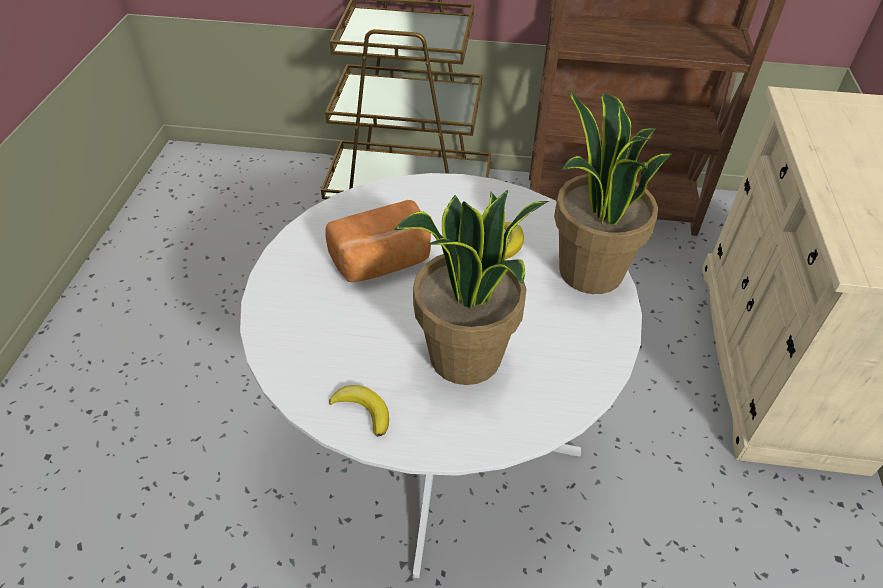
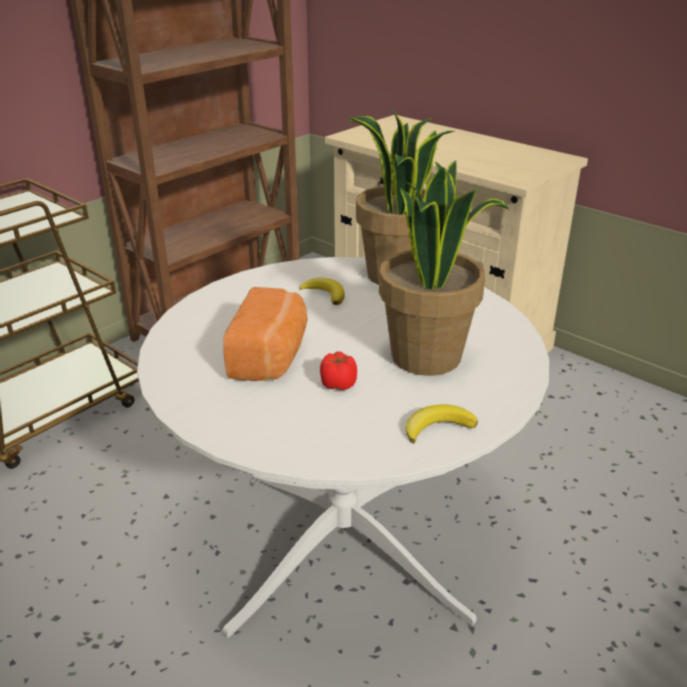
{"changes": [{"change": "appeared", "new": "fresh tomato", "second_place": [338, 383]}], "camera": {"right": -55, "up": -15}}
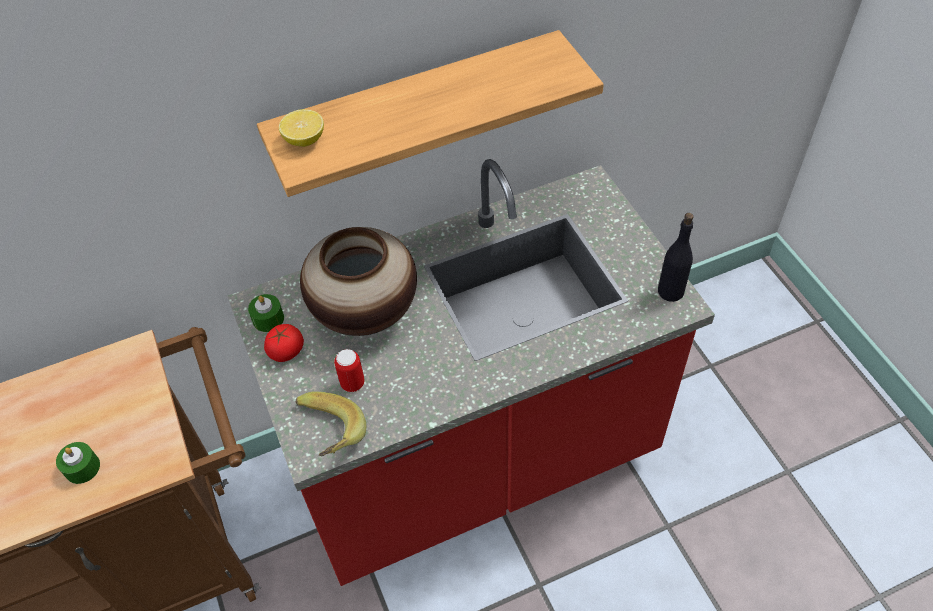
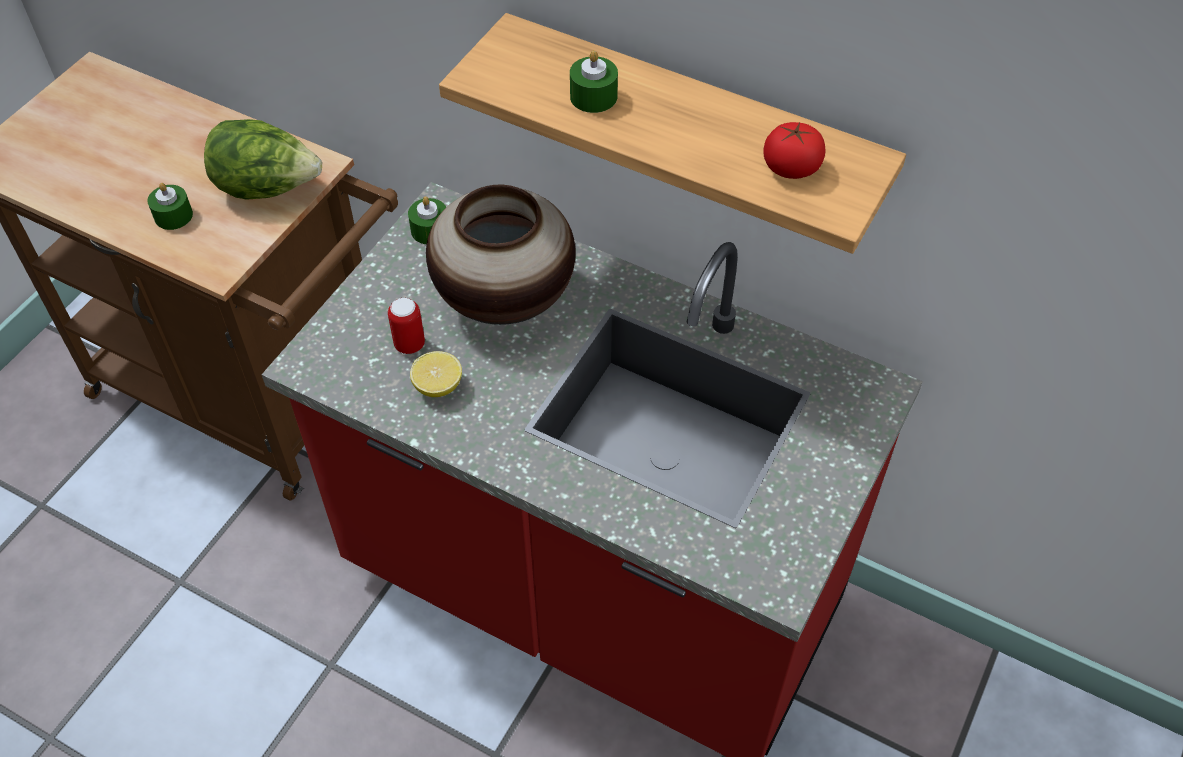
{"changes": [{"change": "relocated", "old": "lemon", "first_place": [305, 140], "second_place": [438, 386]}, {"change": "missing", "old": "bottle (blackish)", "first_place": [671, 291]}, {"change": "relocated", "old": "fresh tomato", "first_place": [286, 351], "second_place": [791, 168]}, {"change": "missing", "old": "whole banana", "first_place": [327, 436]}, {"change": "appeared", "new": "candle (greenish)", "second_place": [593, 96]}, {"change": "appeared", "new": "lettuce", "second_place": [267, 188]}], "camera": {"right": 50, "up": 0}}
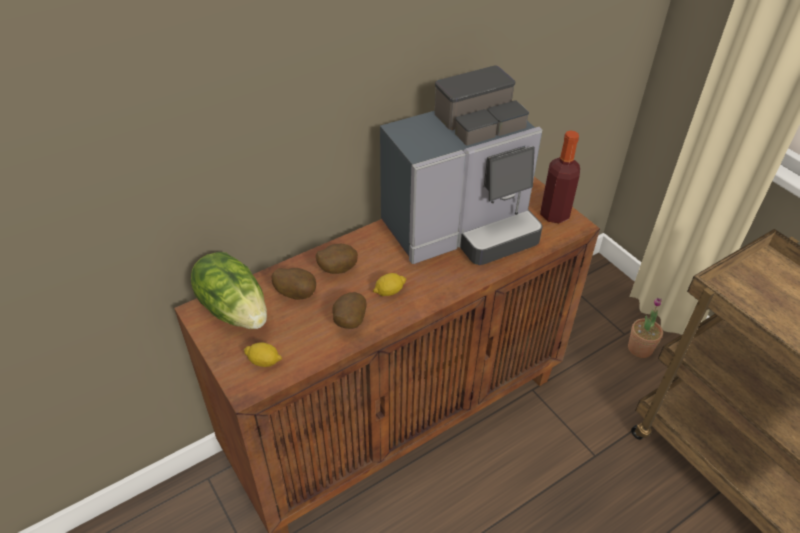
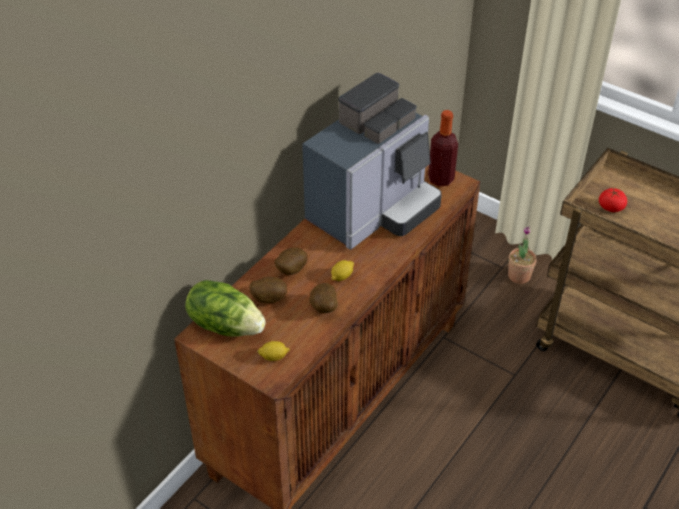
{"changes": [{"change": "appeared", "new": "fresh tomato", "second_place": [611, 207]}], "camera": {"right": -20, "up": 0}}
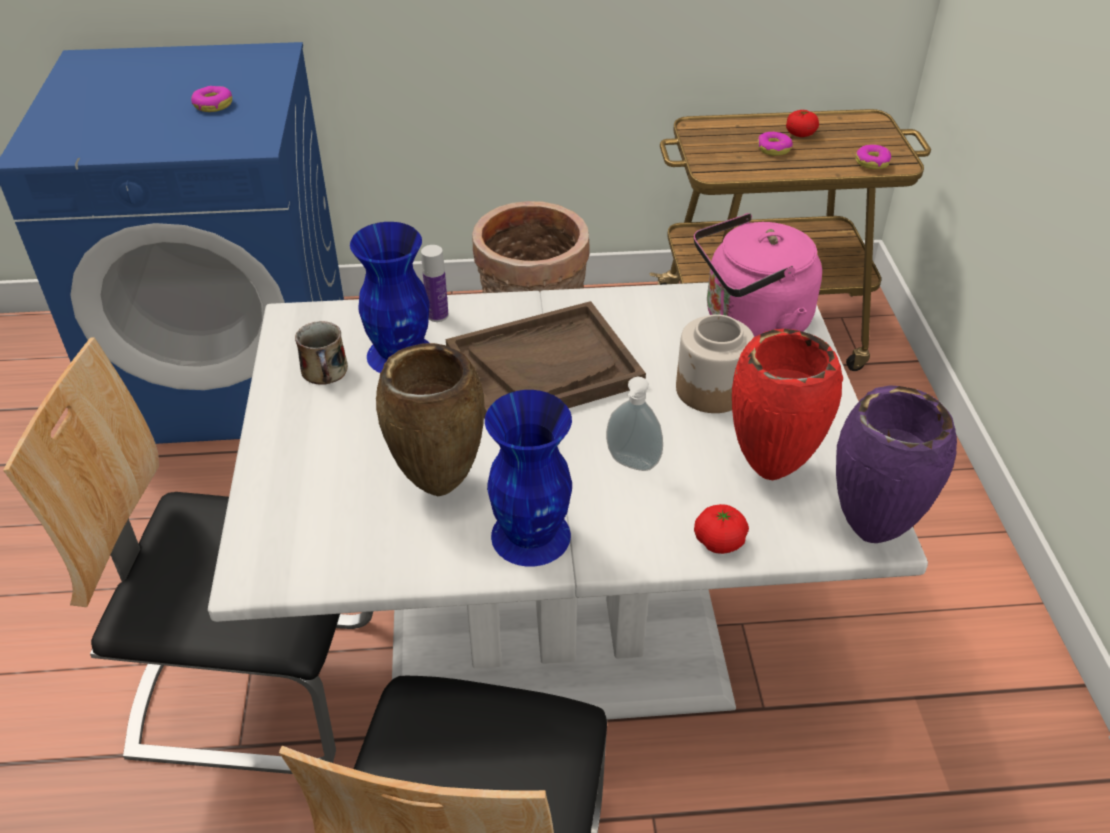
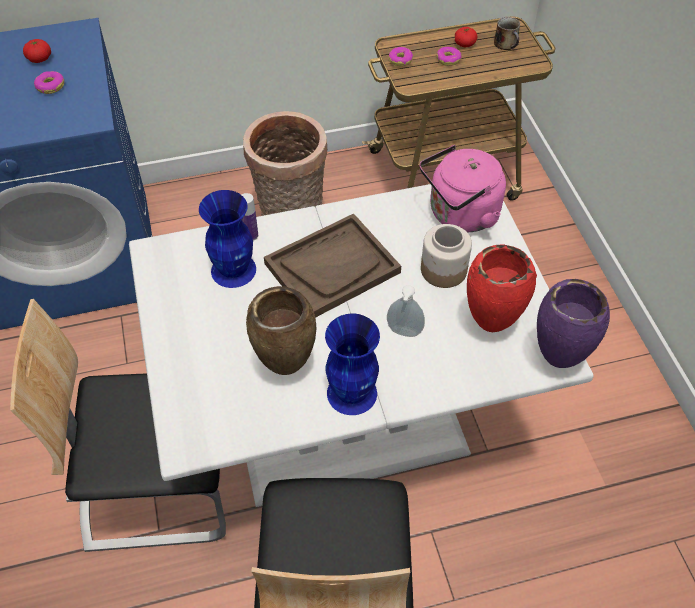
{"changes": [{"change": "relocated", "old": "donut", "first_place": [872, 162], "second_place": [400, 60]}, {"change": "relocated", "old": "coffee mug", "first_place": [325, 372], "second_place": [506, 44]}, {"change": "relocated", "old": "fresh tomato", "first_place": [719, 541], "second_place": [39, 59]}], "camera": {"right": -10, "up": 10}}
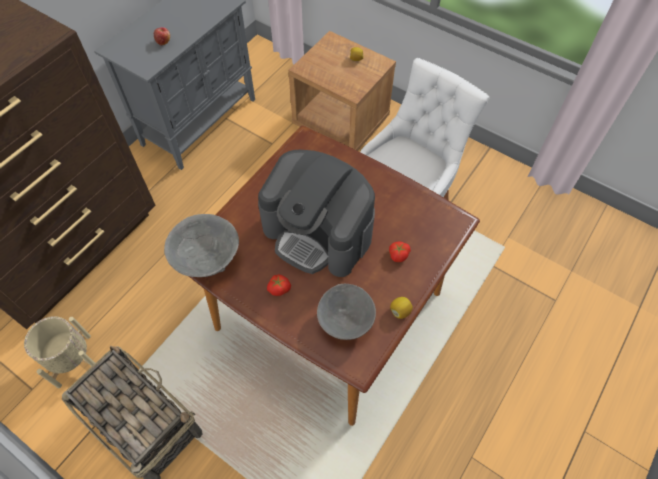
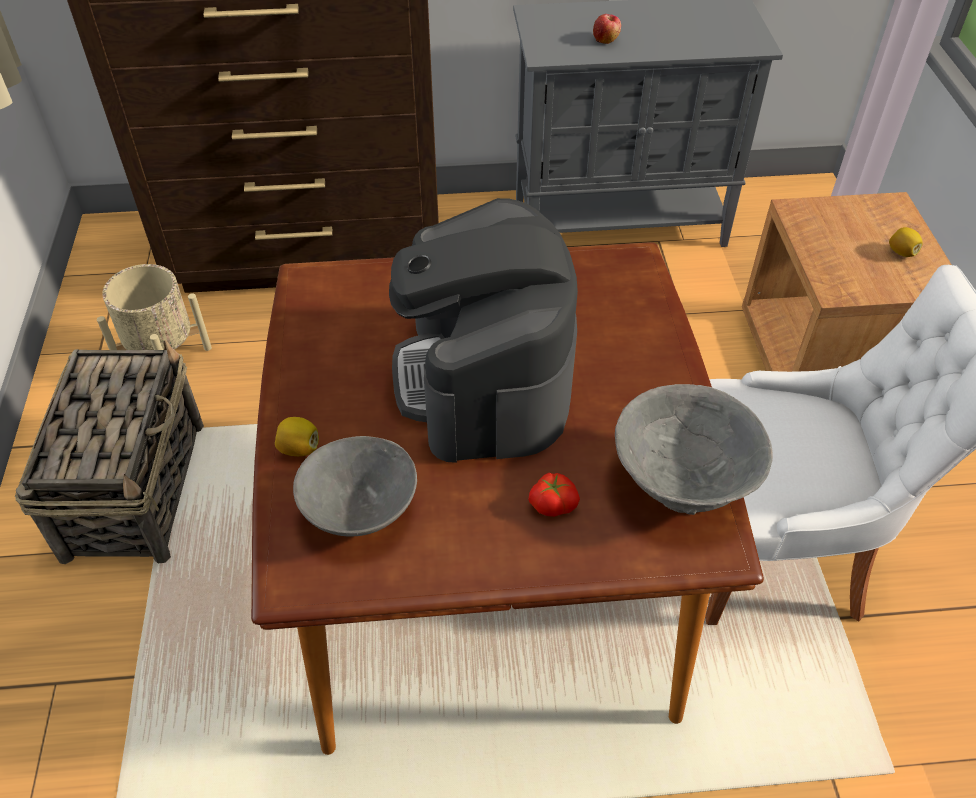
{"changes": [{"change": "relocated", "old": "deep dish (gray)", "first_place": [207, 260], "second_place": [682, 483]}, {"change": "missing", "old": "fresh tomato", "first_place": [279, 288]}, {"change": "relocated", "old": "lemon", "first_place": [400, 311], "second_place": [299, 448]}], "camera": {"right": 50, "up": -10}}
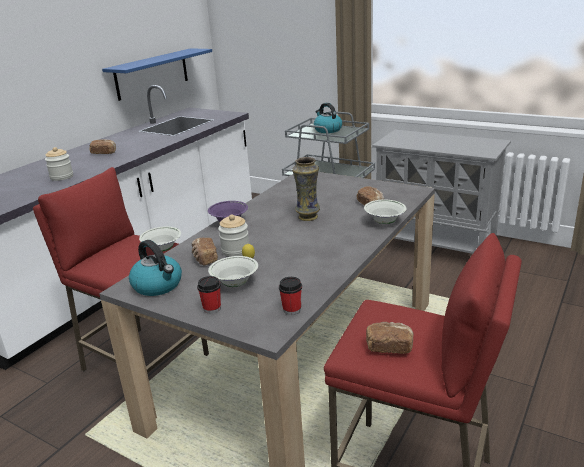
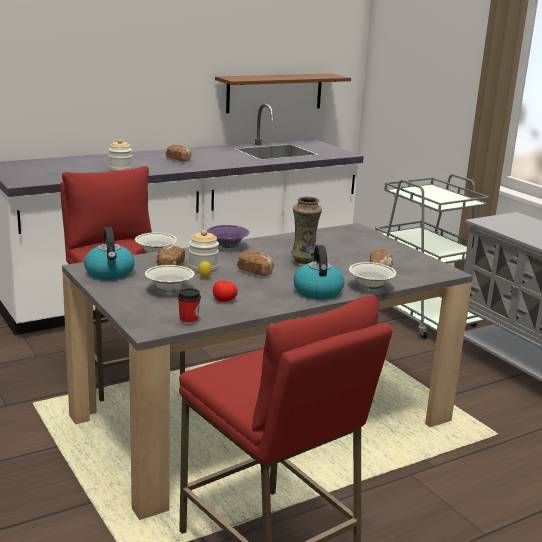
{"changes": [{"change": "colour", "old": "wall shelf (blue-coloured)", "new": "wall shelf (brownish)", "first_place": [152, 74], "second_place": [275, 92]}, {"change": "relocated", "old": "water kettle", "first_place": [327, 130], "second_place": [317, 291]}, {"change": "missing", "old": "drinking cup", "first_place": [212, 308]}, {"change": "relocated", "old": "bakery bread", "first_place": [389, 347], "second_place": [255, 272]}, {"change": "appeared", "new": "fresh tomato", "second_place": [224, 300]}], "camera": {"right": 25, "up": -5}}
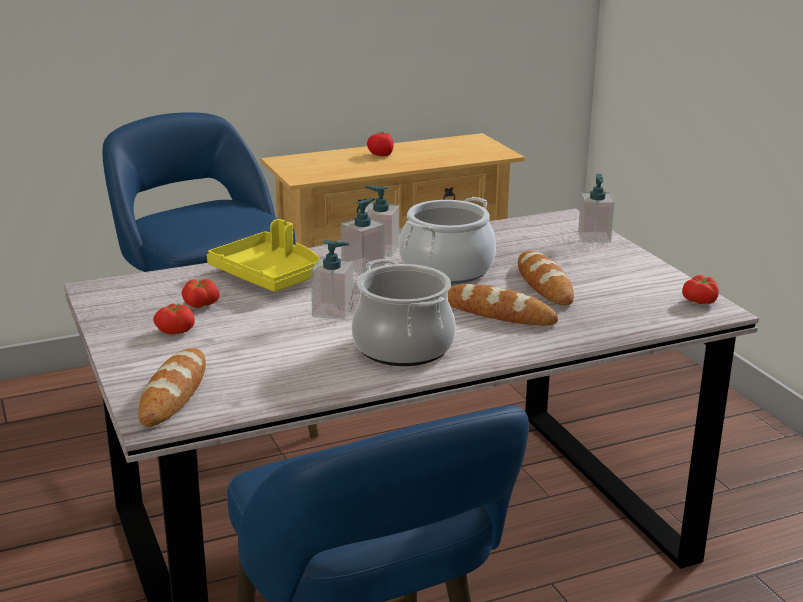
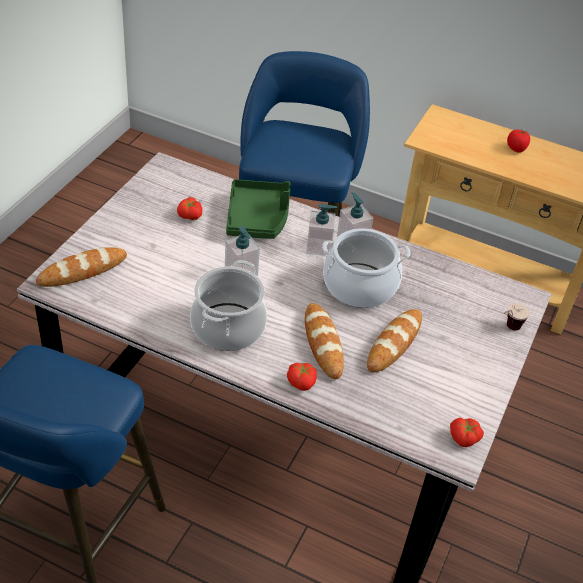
{"changes": [{"change": "exchanged", "old": "soap dispenser", "new": "drinking cup", "first_place": [594, 237], "second_place": [508, 329]}, {"change": "colour", "old": "carrying tray (yellow)", "new": "carrying tray (greenish)", "first_place": [270, 275], "second_place": [258, 218]}, {"change": "relocated", "old": "fresh tomato", "first_place": [176, 330], "second_place": [302, 382]}], "camera": {"right": 45, "up": 20}}
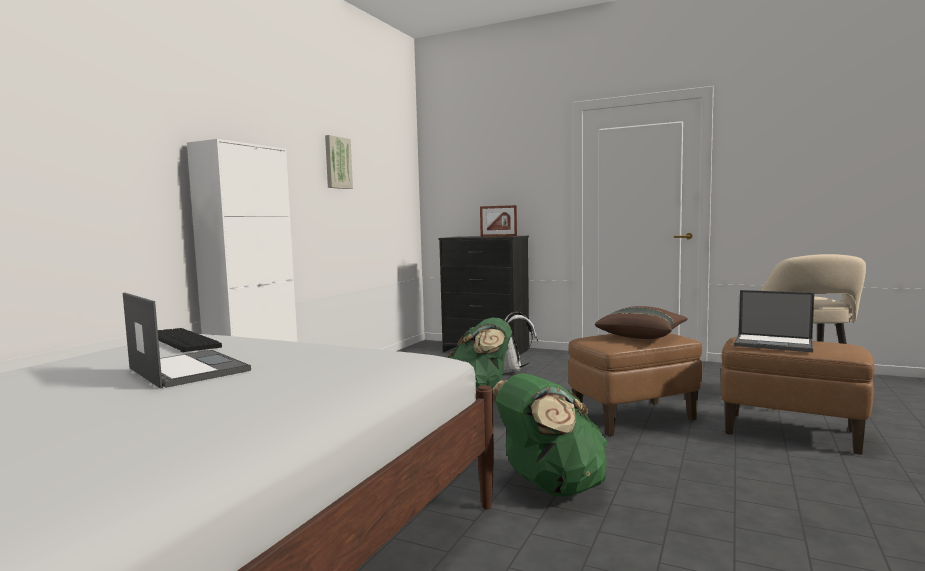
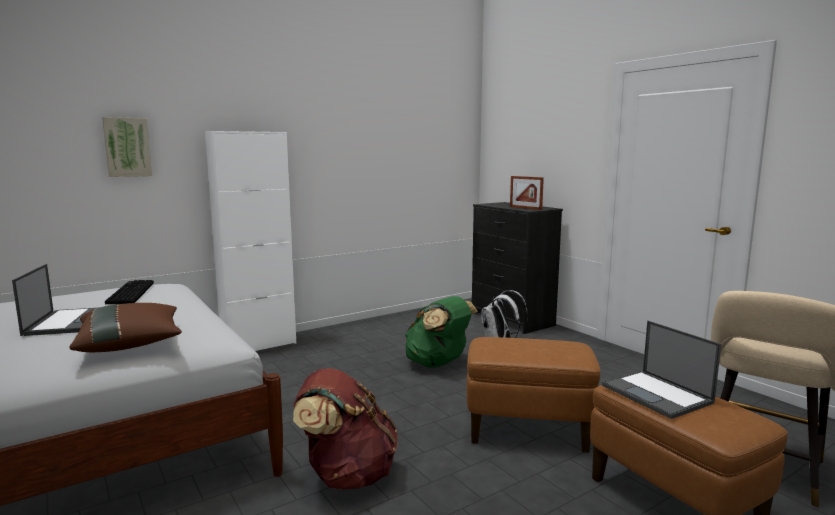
{"changes": [{"change": "relocated", "old": "wall picture", "first_place": [337, 163], "second_place": [127, 147]}, {"change": "relocated", "old": "throw pillow (brownish)", "first_place": [642, 336], "second_place": [131, 344]}, {"change": "colour", "old": "rucksack (greenish)", "new": "rucksack (brownish)", "first_place": [550, 487], "second_place": [347, 475]}], "camera": {"right": 30, "up": 5}}
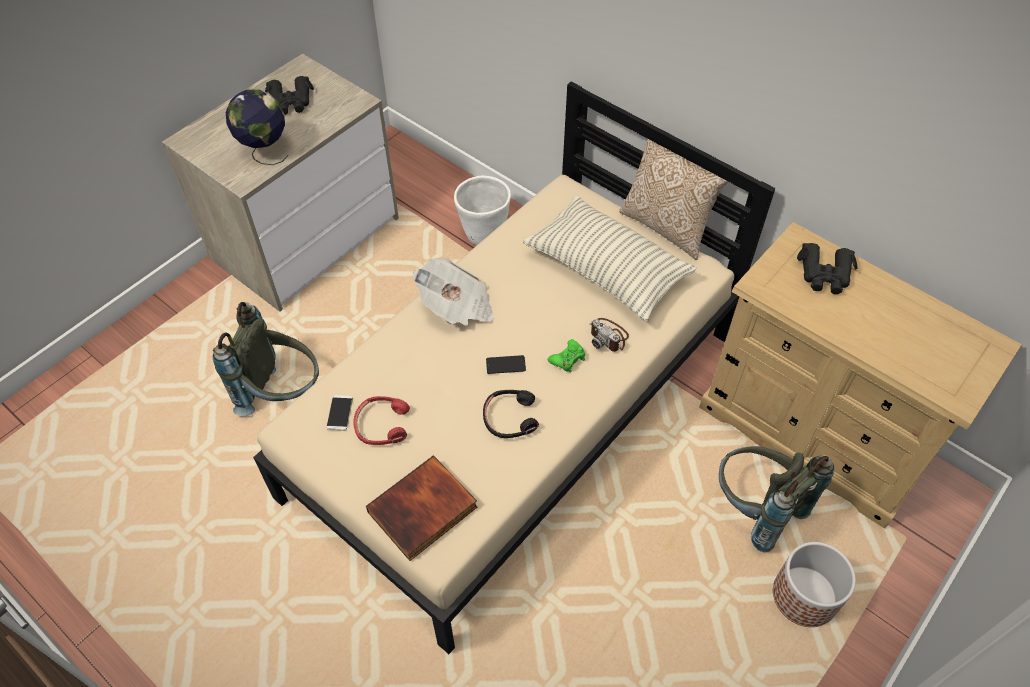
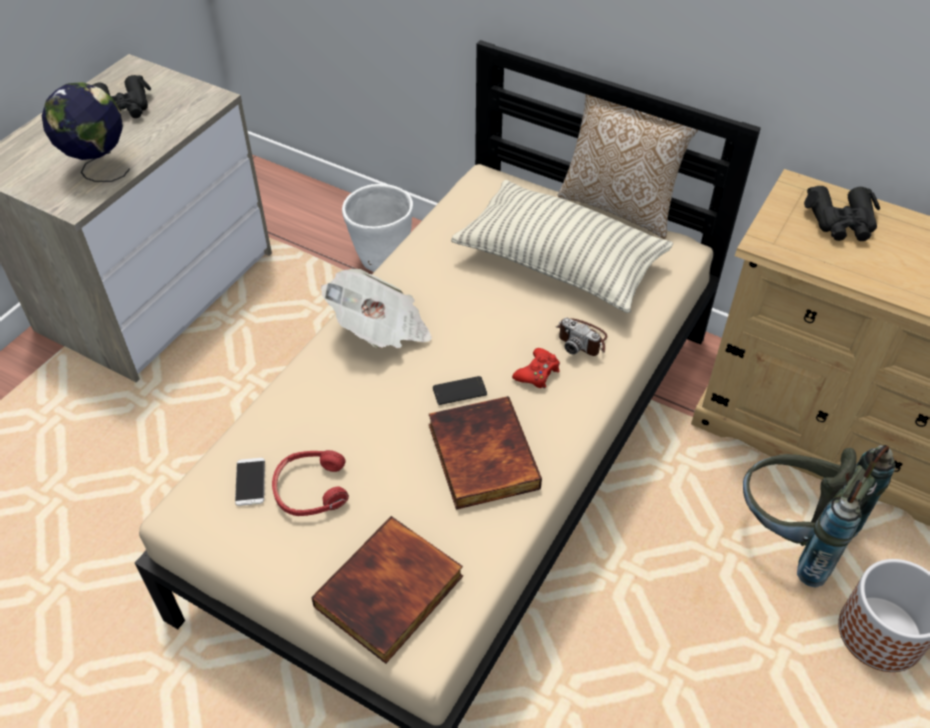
{"changes": [{"change": "missing", "old": "rucksack (gray)", "first_place": [282, 393]}, {"change": "colour", "old": "joypad (greenish)", "new": "joypad (reddish)", "first_place": [568, 359], "second_place": [537, 373]}, {"change": "exchanged", "old": "headset (blackish)", "new": "volume", "first_place": [510, 418], "second_place": [480, 456]}], "camera": {"right": -10, "up": -5}}
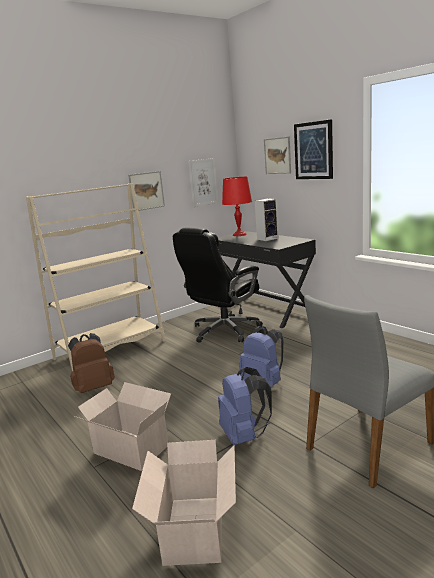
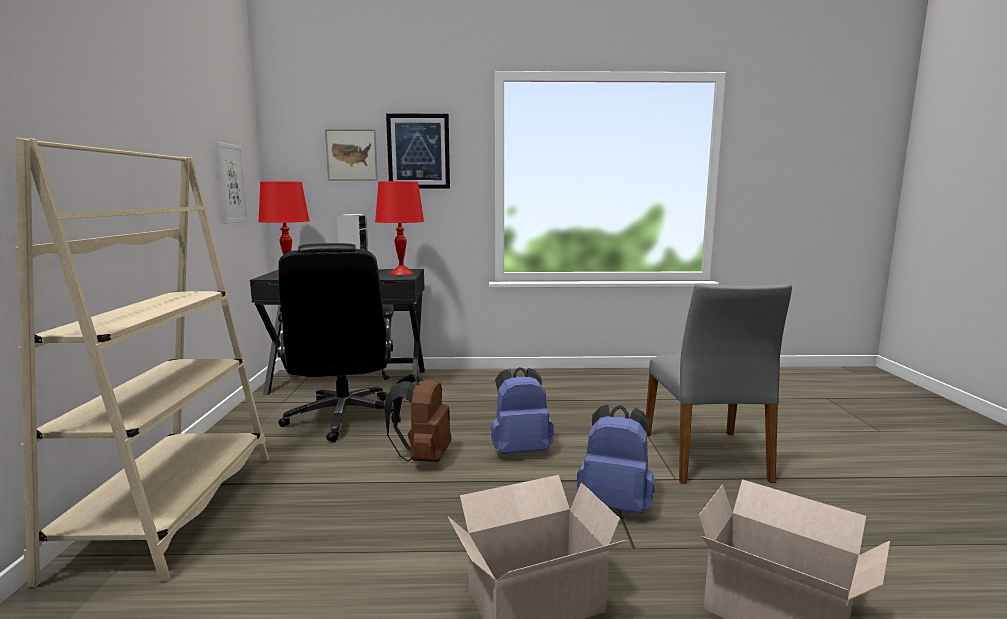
{"changes": [{"change": "missing", "old": "wall picture", "first_place": [146, 191]}, {"change": "relocated", "old": "rucksack (brownish)", "first_place": [94, 387], "second_place": [423, 458]}, {"change": "appeared", "new": "tabletop lamp (reddish)", "second_place": [401, 273]}], "camera": {"right": -55, "up": -5}}
